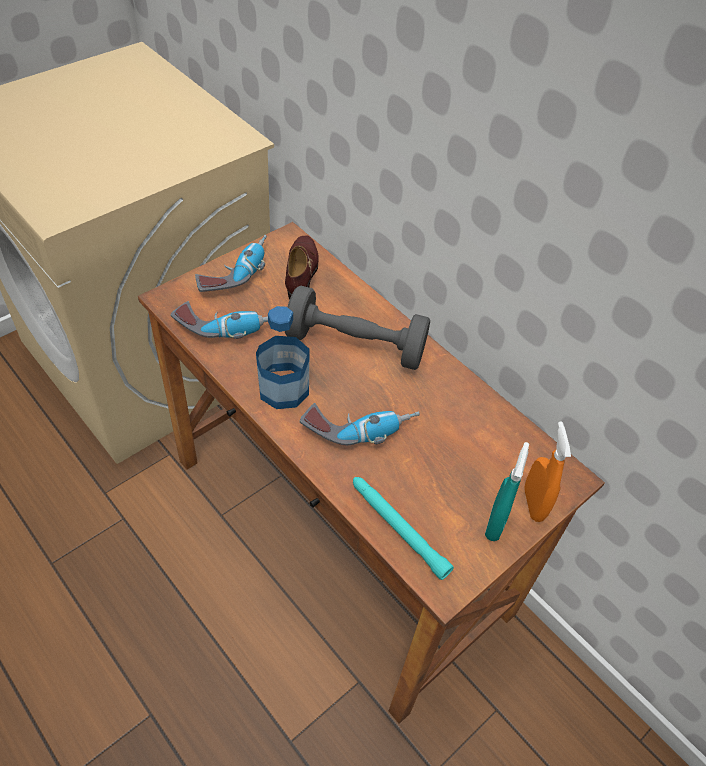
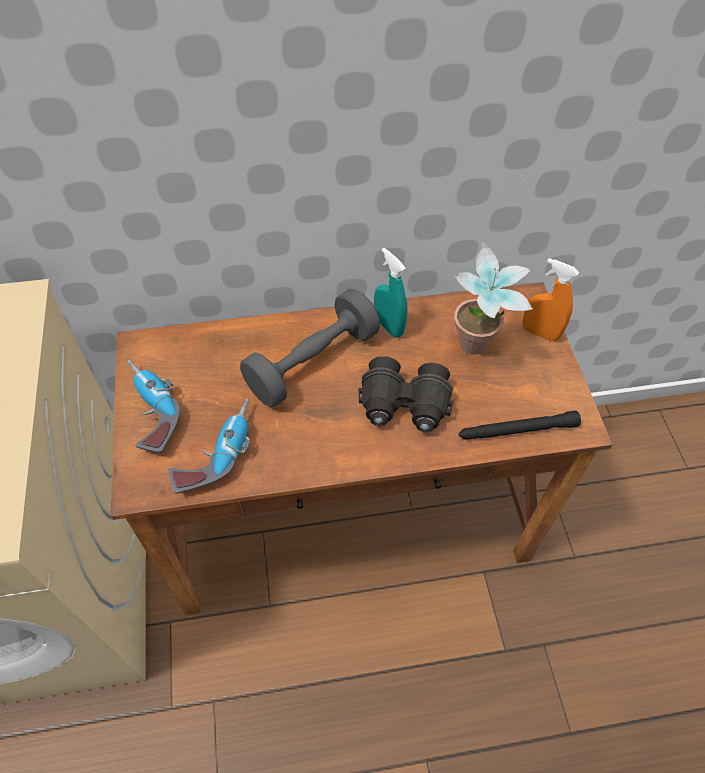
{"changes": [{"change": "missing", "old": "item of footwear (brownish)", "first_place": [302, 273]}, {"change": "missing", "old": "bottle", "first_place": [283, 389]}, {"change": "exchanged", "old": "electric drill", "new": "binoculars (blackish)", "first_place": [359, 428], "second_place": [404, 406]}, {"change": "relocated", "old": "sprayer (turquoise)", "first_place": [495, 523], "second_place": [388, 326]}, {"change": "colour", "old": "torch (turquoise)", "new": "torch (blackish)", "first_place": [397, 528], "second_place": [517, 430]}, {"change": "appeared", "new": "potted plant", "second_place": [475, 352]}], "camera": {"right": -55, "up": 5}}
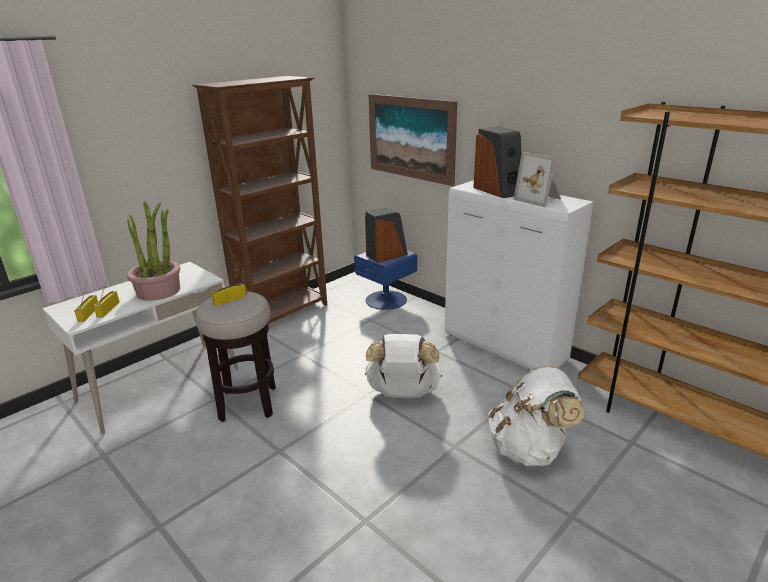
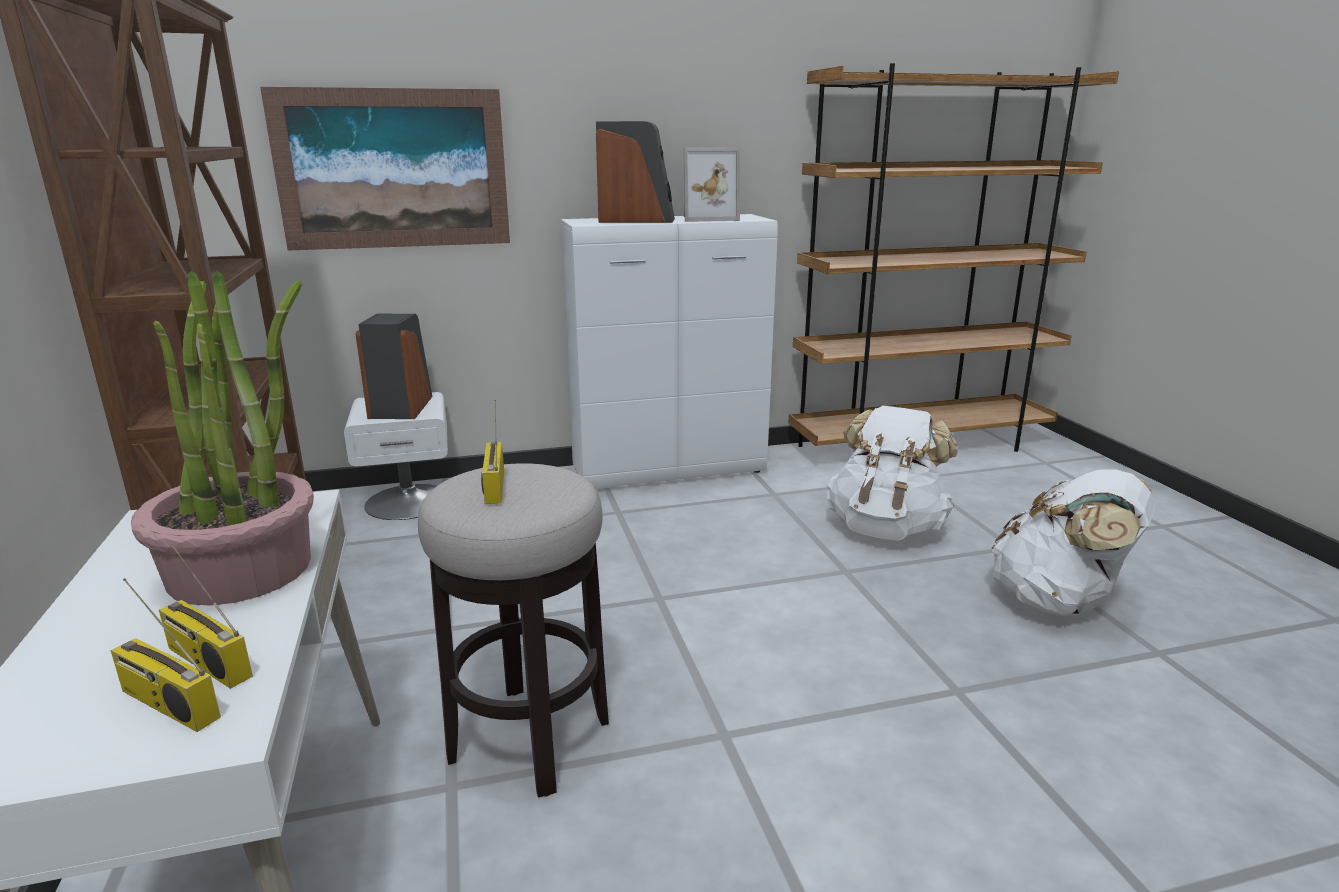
{"changes": [{"change": "colour", "old": "nightstand (blue-coloured)", "new": "nightstand (white-coloured)", "first_place": [386, 299], "second_place": [408, 501]}, {"change": "relocated", "old": "rucksack (white-coloured)", "first_place": [403, 393], "second_place": [1058, 602]}], "camera": {"right": -60, "up": -5}}
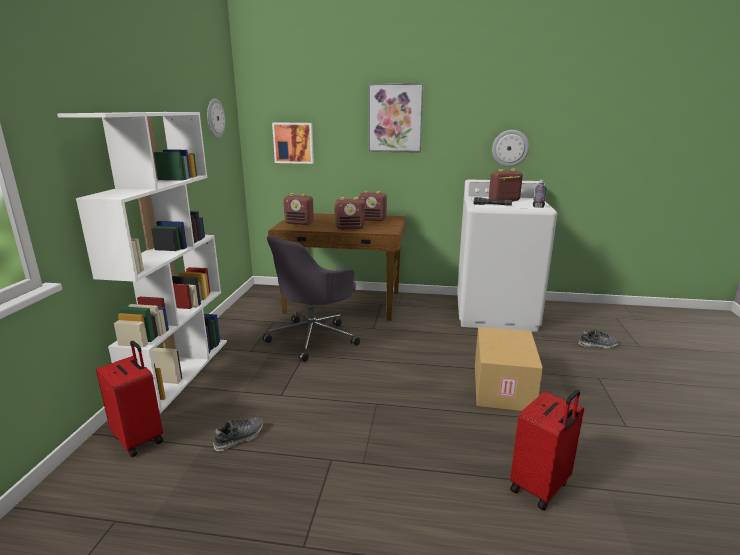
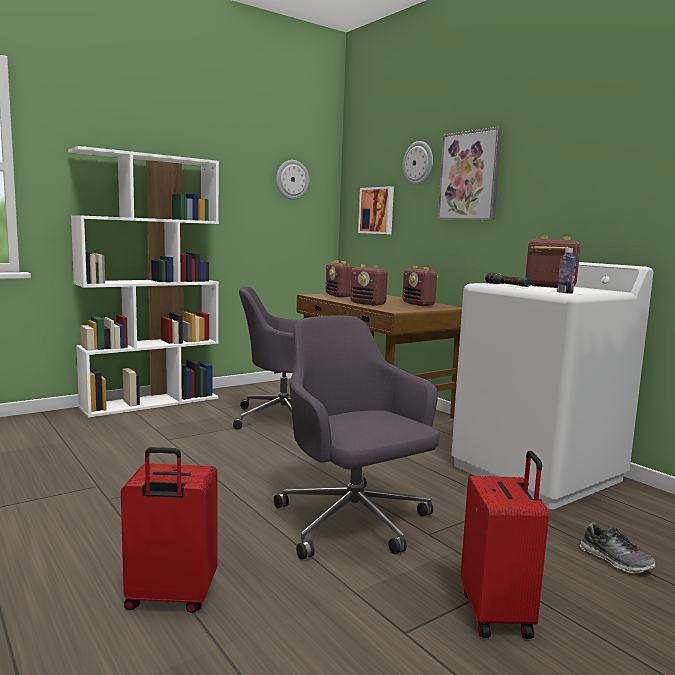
{"changes": [{"change": "relocated", "old": "hanging clock", "first_place": [510, 148], "second_place": [418, 163]}, {"change": "exchanged", "old": "carton", "new": "office chair (gray)", "first_place": [501, 386], "second_place": [354, 523]}, {"change": "relocated", "old": "suitcase (reddish)", "first_place": [139, 438], "second_place": [498, 614]}, {"change": "missing", "old": "item of footwear", "first_place": [239, 438]}], "camera": {"right": 45, "up": -10}}
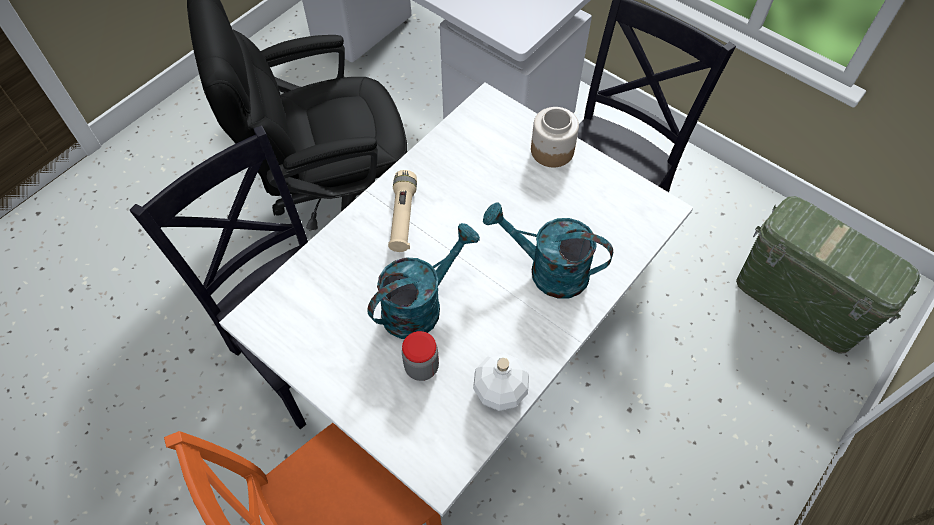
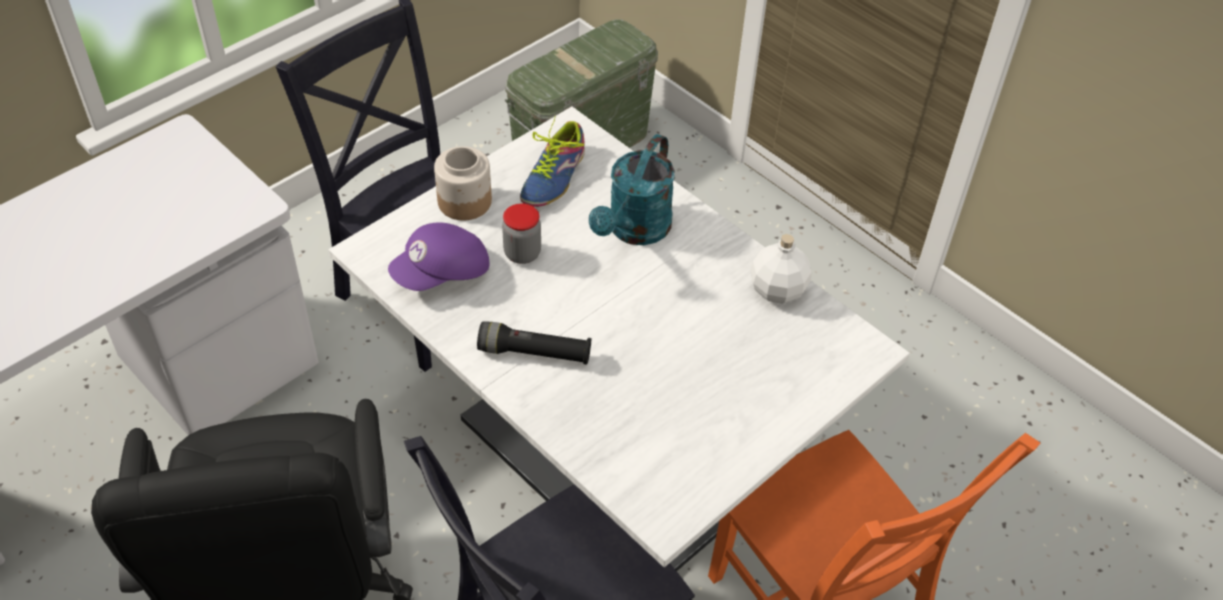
{"changes": [{"change": "colour", "old": "torch (beige)", "new": "torch (blackish)", "first_place": [403, 217], "second_place": [534, 353]}, {"change": "missing", "old": "watering pot (turquoise)", "first_place": [420, 305]}, {"change": "relocated", "old": "preserve jar", "first_place": [421, 367], "second_place": [522, 253]}, {"change": "appeared", "new": "item of footwear", "second_place": [554, 177]}, {"change": "appeared", "new": "baseball cap (purplish)", "second_place": [442, 274]}], "camera": {"right": -85, "up": -10}}
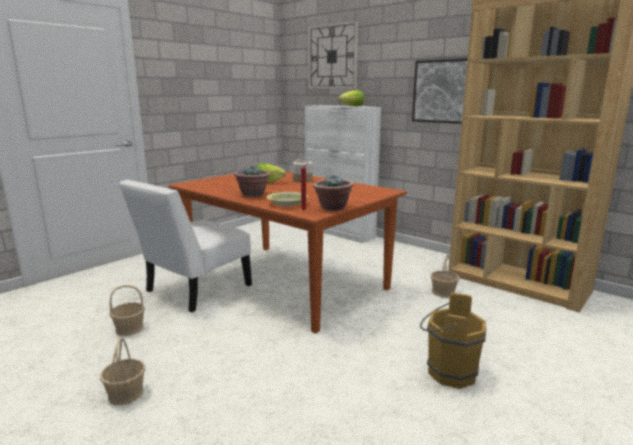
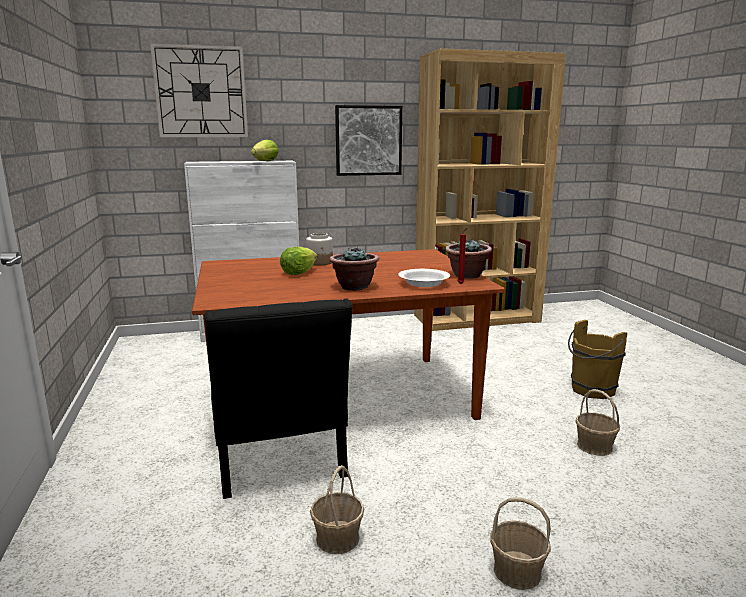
{"changes": [{"change": "colour", "old": "plain chair (white-coloured)", "new": "plain chair (blackish)", "first_place": [194, 290], "second_place": [279, 460]}, {"change": "colour", "old": "deep dish (yellow)", "new": "deep dish (white-coloured)", "first_place": [287, 204], "second_place": [424, 284]}, {"change": "relocated", "old": "storage basket", "first_place": [443, 292], "second_place": [594, 446]}], "camera": {"right": -55, "up": 0}}
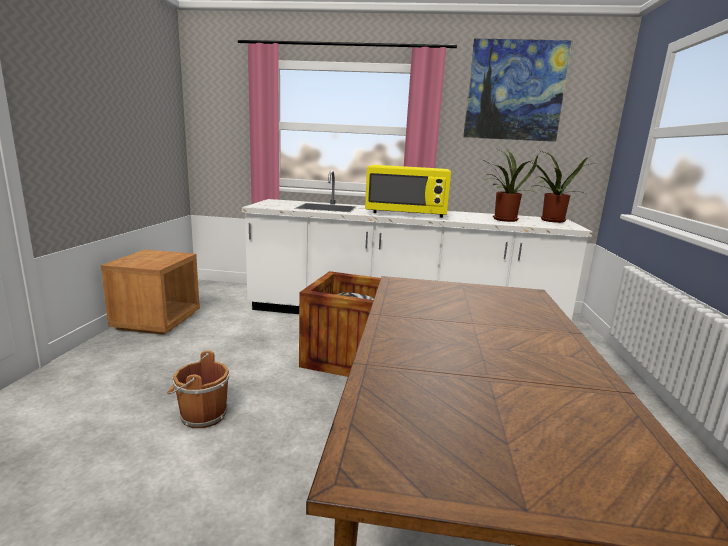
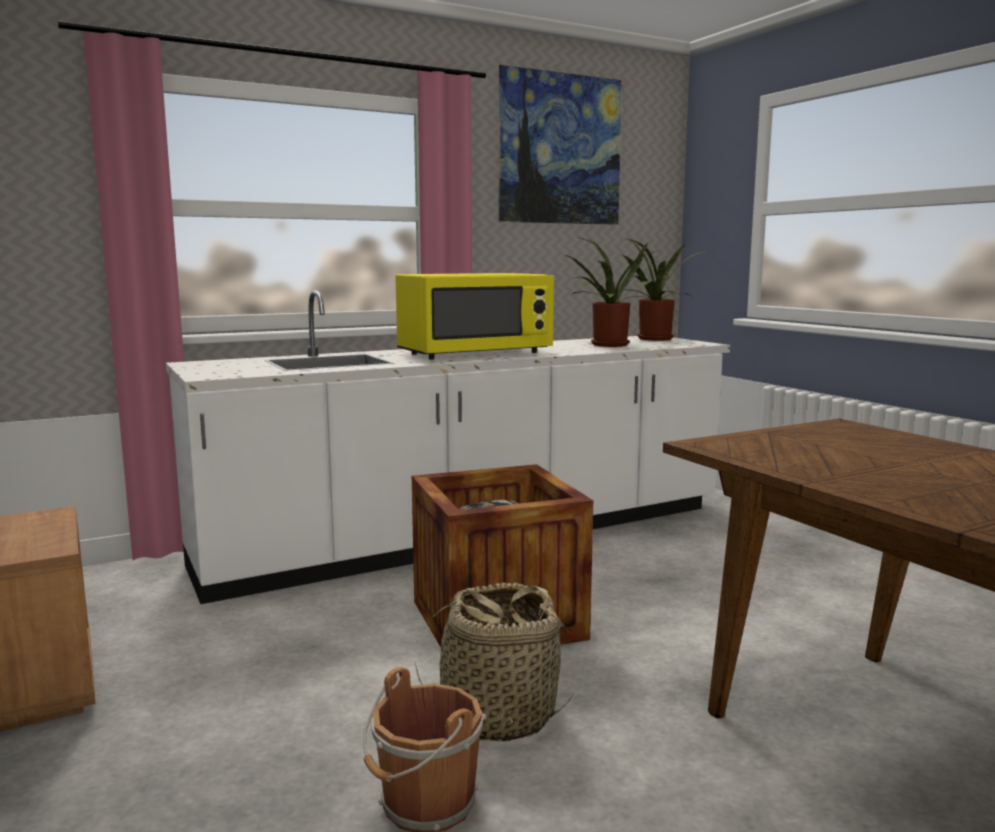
{"changes": [{"change": "appeared", "new": "storage basket", "second_place": [497, 715]}], "camera": {"right": -35, "up": -5}}
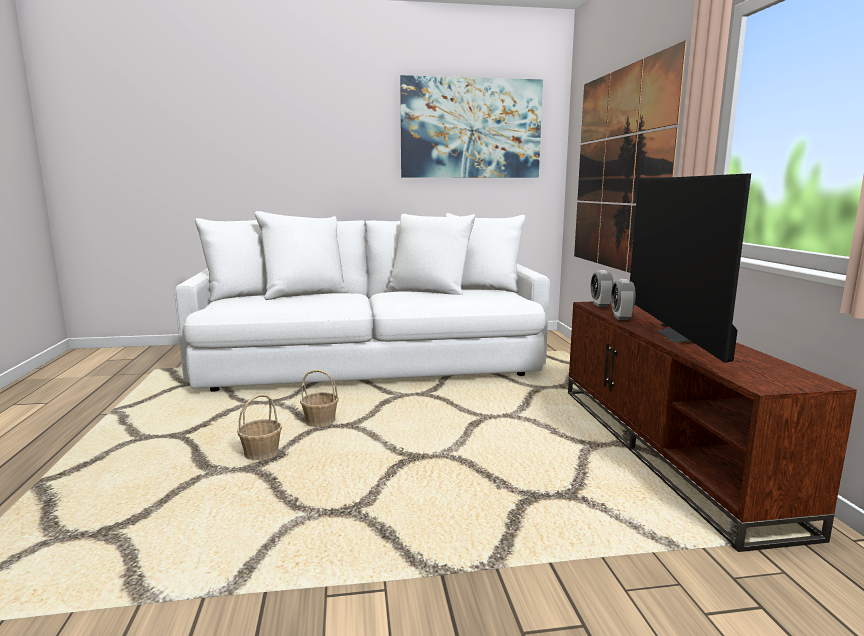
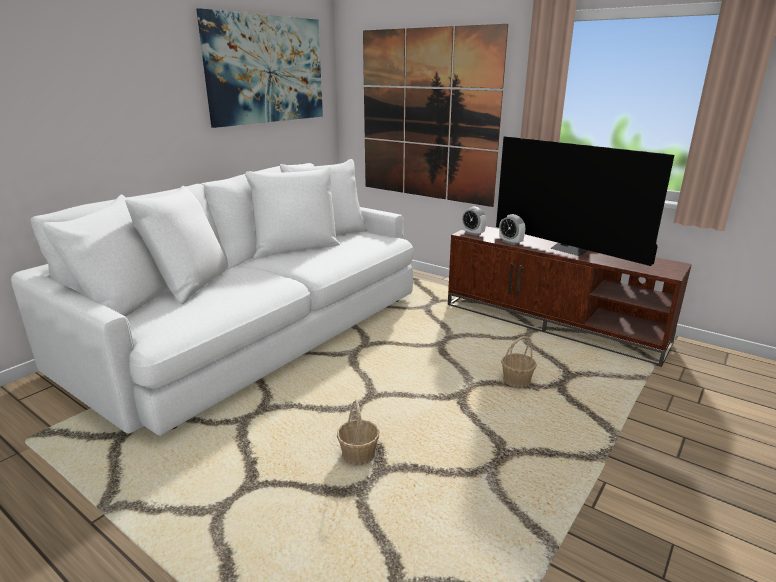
{"changes": [{"change": "relocated", "old": "storage basket", "first_place": [320, 422], "second_place": [517, 381]}], "camera": {"right": -45, "up": 10}}
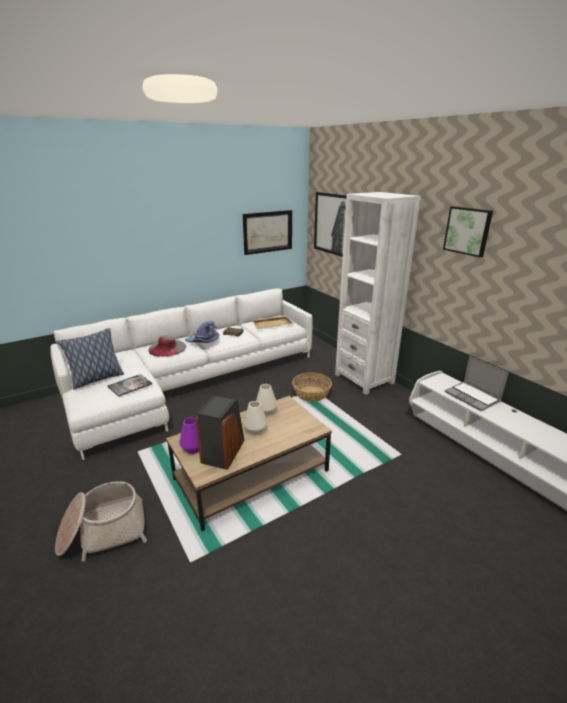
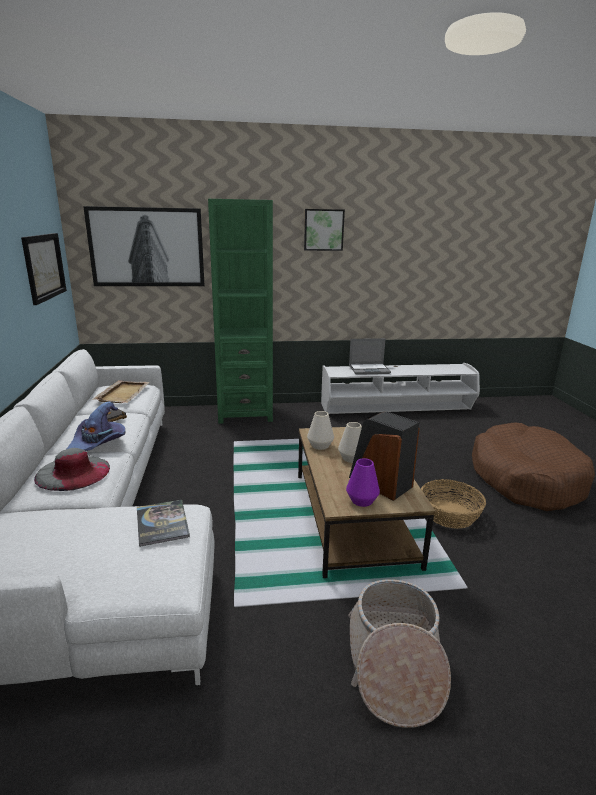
{"changes": [{"change": "colour", "old": "bookcase (white-coloured)", "new": "bookcase (greenish)", "first_place": [364, 379], "second_place": [245, 413]}, {"change": "missing", "old": "throw pillow", "first_place": [96, 379]}, {"change": "relocated", "old": "storage basket", "first_place": [311, 394], "second_place": [450, 515]}, {"change": "appeared", "new": "pet bed (brownish)", "second_place": [525, 479]}], "camera": {"right": -65, "up": -5}}
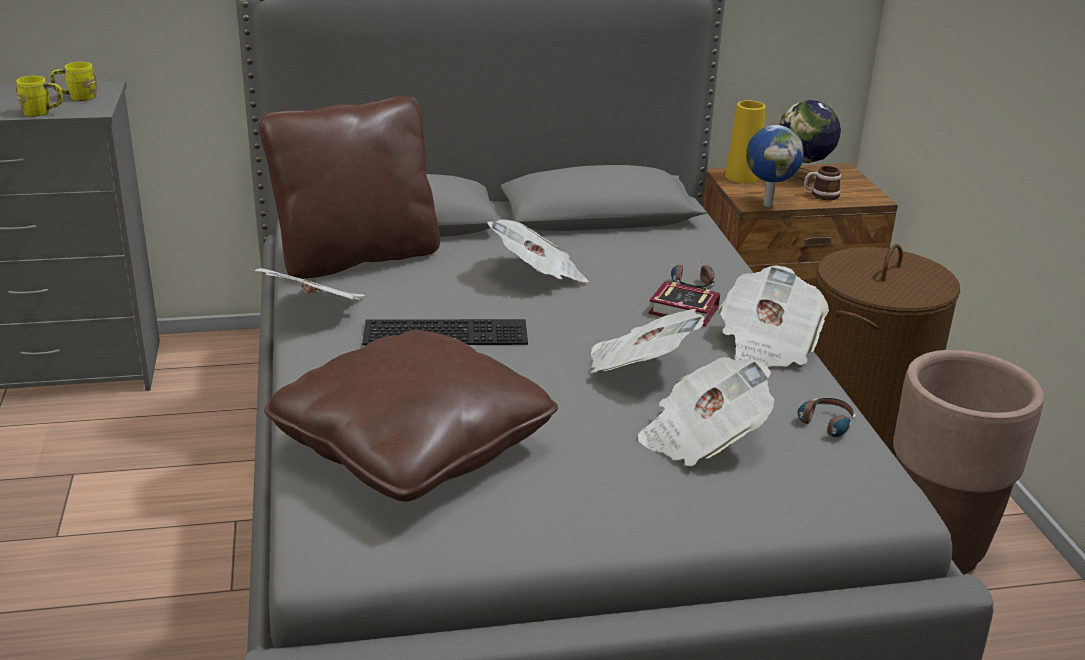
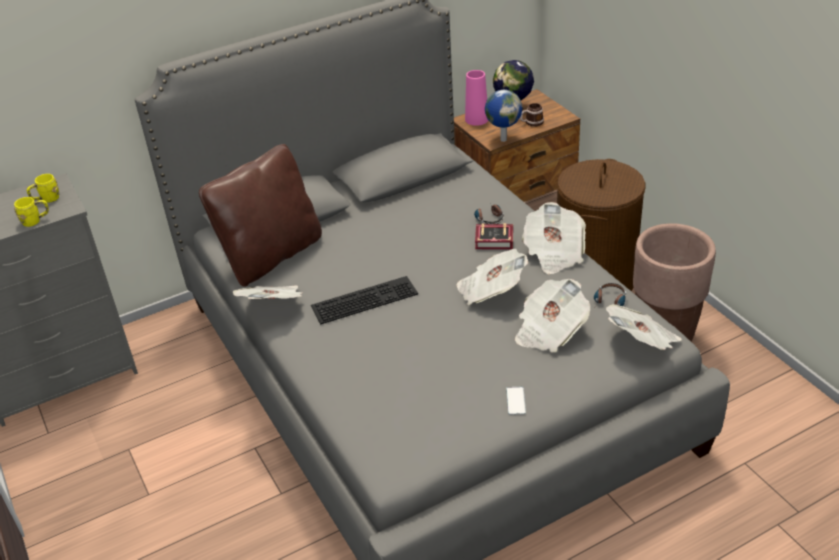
{"changes": [{"change": "colour", "old": "flower vase (yellow)", "new": "flower vase (pinkish)", "first_place": [742, 176], "second_place": [476, 119]}, {"change": "relocated", "old": "newspaper", "first_place": [538, 275], "second_place": [642, 342]}, {"change": "missing", "old": "throw pillow (brownish)", "first_place": [412, 446]}, {"change": "appeared", "new": "handset", "second_place": [516, 400]}], "camera": {"right": -15, "up": 10}}
